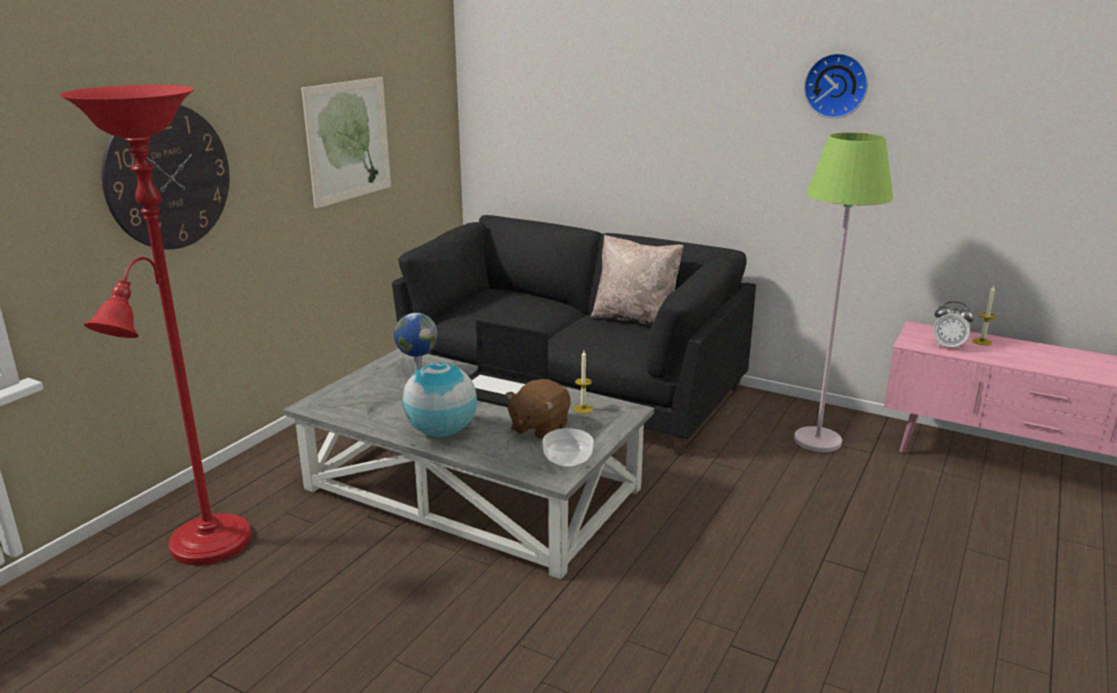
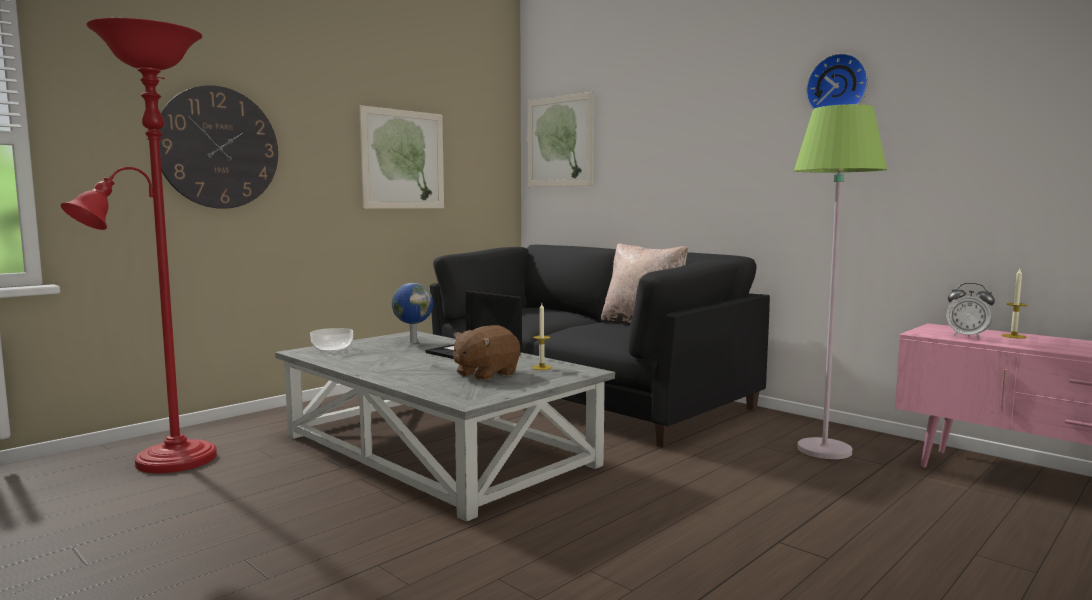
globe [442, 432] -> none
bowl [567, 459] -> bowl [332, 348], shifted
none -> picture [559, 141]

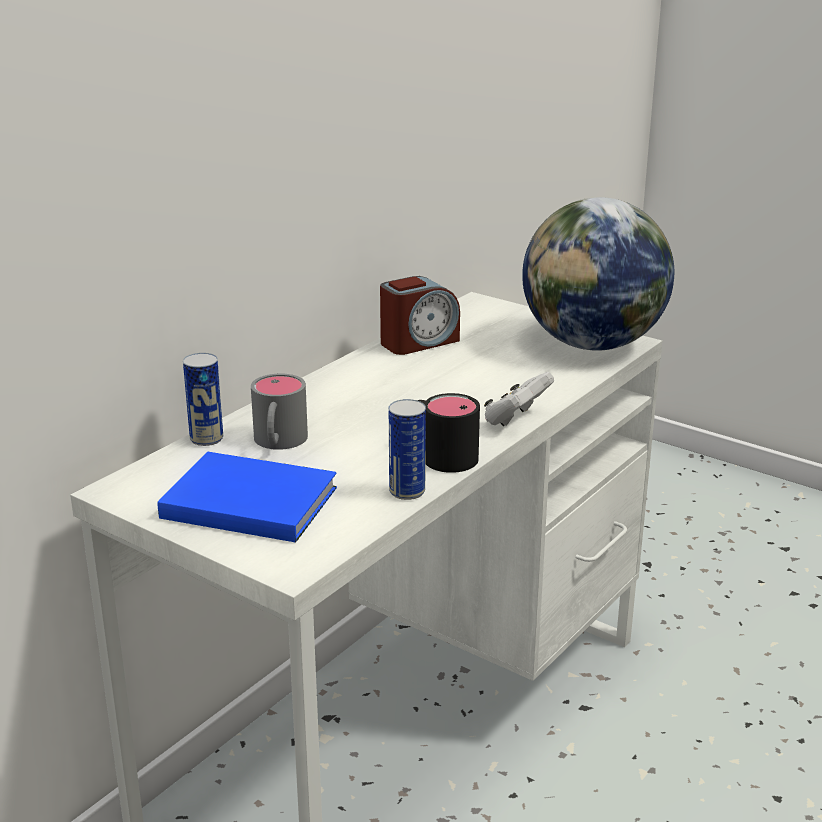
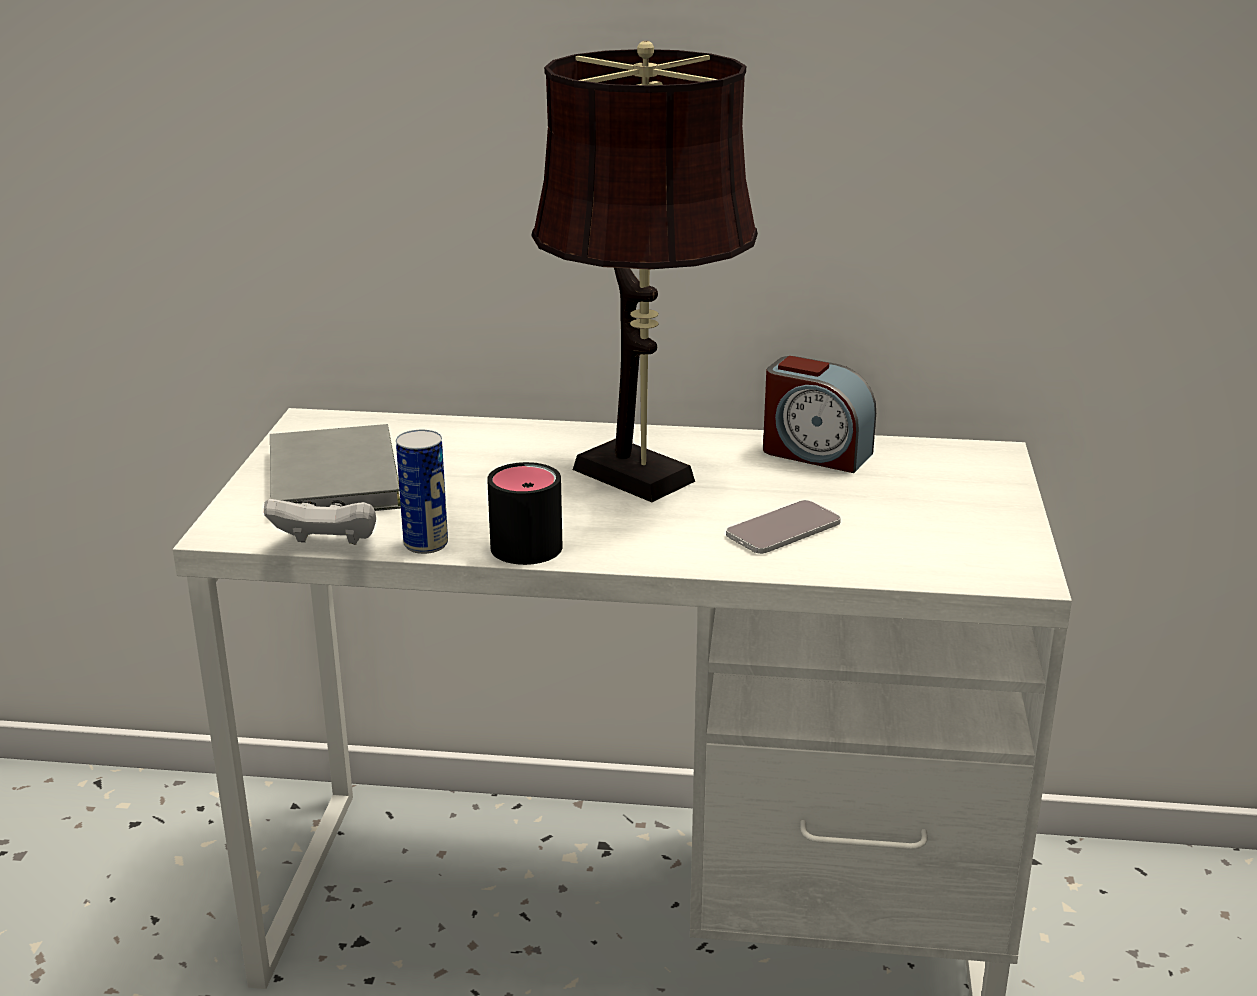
globe [592, 344] -> none
can [206, 439] -> none
game controller/white [516, 419] -> game controller/white [327, 545], shifted
mug/grey [278, 443] -> none
book/blue [246, 501] -> book/grey [336, 477]
none -> table lamp/brown [642, 479]
none -> phone [783, 529]

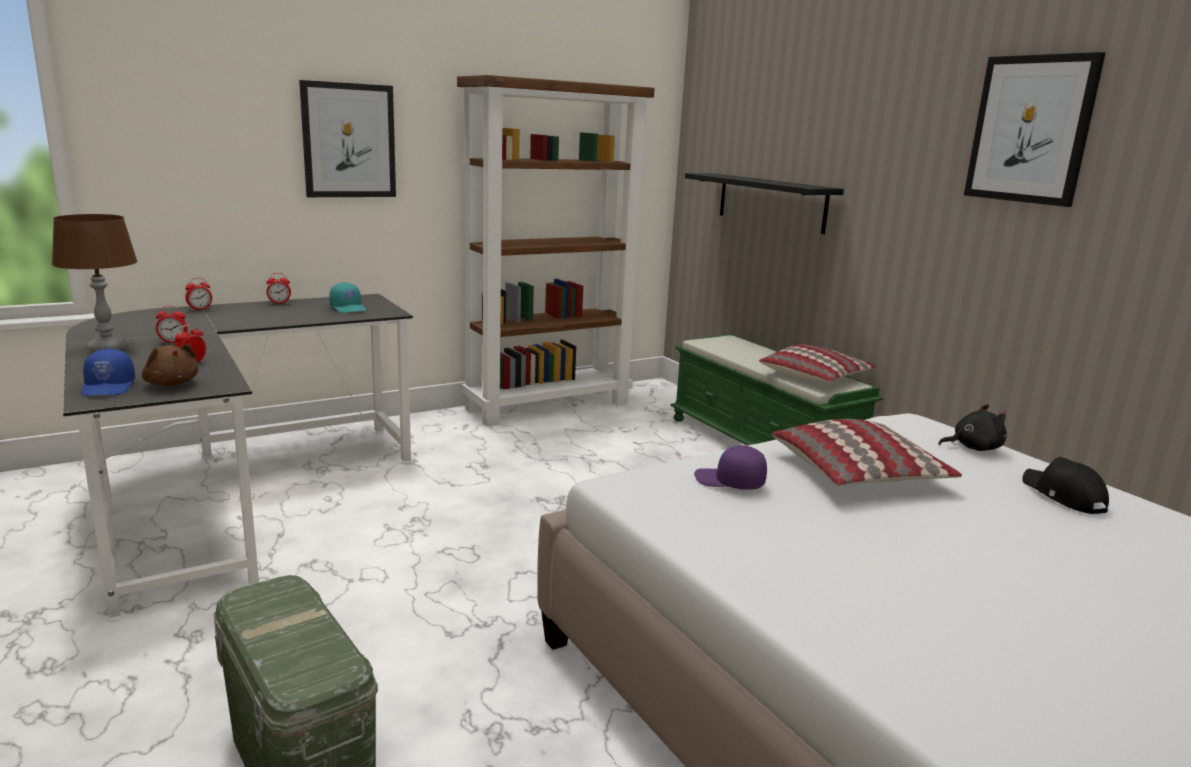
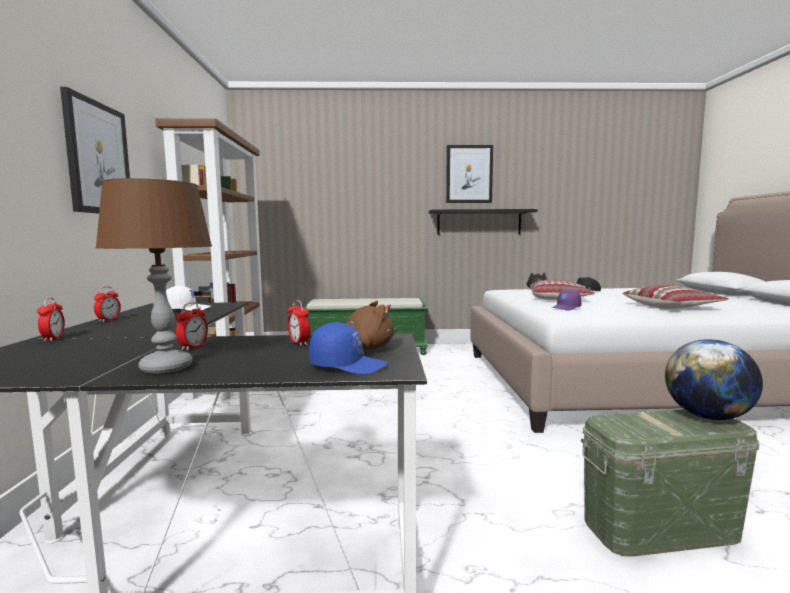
shelf/black [771, 202] -> shelf/black [479, 222], shifted
cap/turquoise [349, 308] -> cap/white [187, 309]
pillow [816, 377] -> pillow [671, 306], shifted
none -> globe [707, 417]

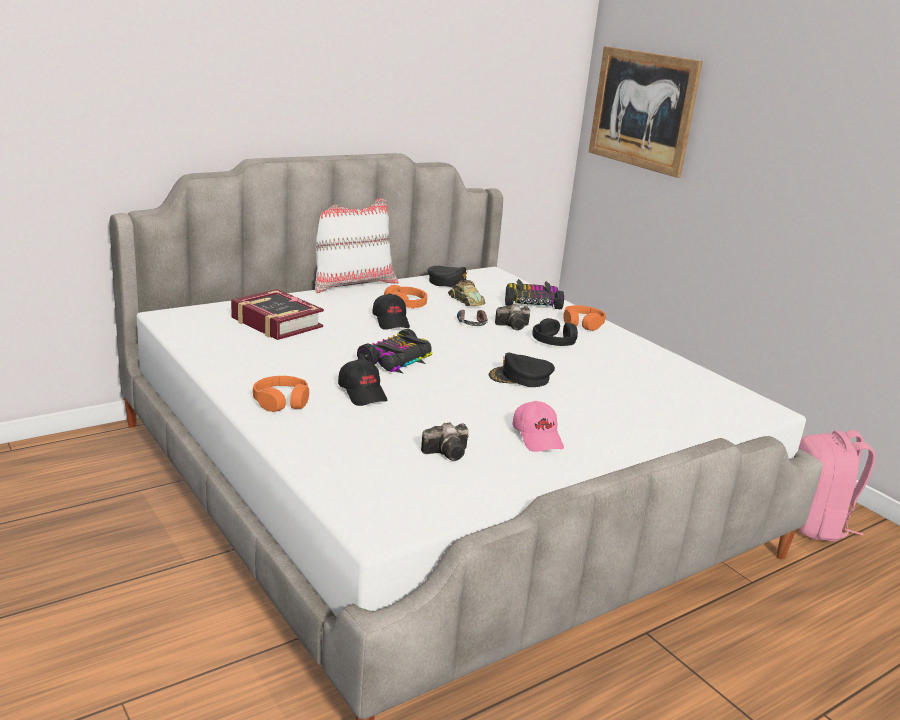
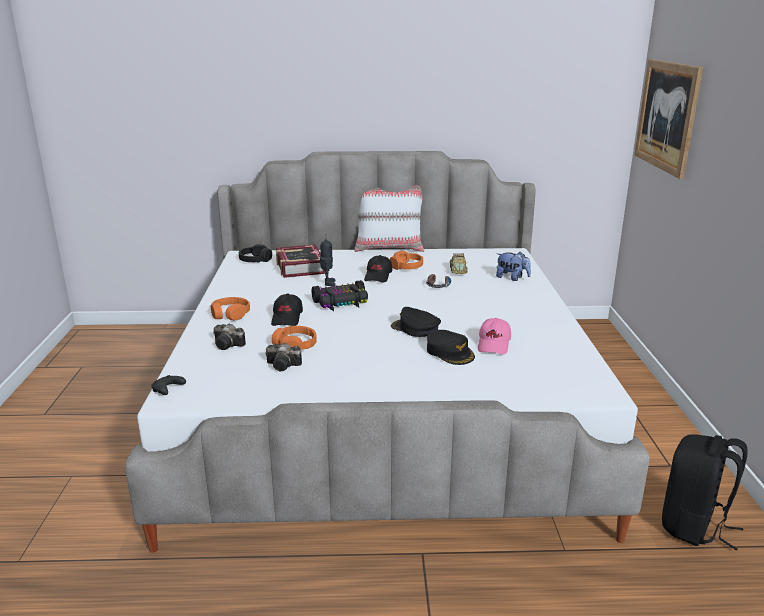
cap/black [450, 283] -> cap/black [450, 352], shifted
toy car [532, 303] -> plush toy [512, 278]
photo camera [514, 326] -> photo camera [229, 345], shifted
headphones/orange [582, 324] -> headphones/orange [295, 345], shifted
headphones/black [554, 341] -> headphones/black [255, 260], shifted
cap/pink [538, 437] -> cap/pink [494, 344], shifted
backpack/pink [815, 525] -> backpack/black [694, 526]
none -> toy robot [328, 283]
none -> game controller/black [167, 390]

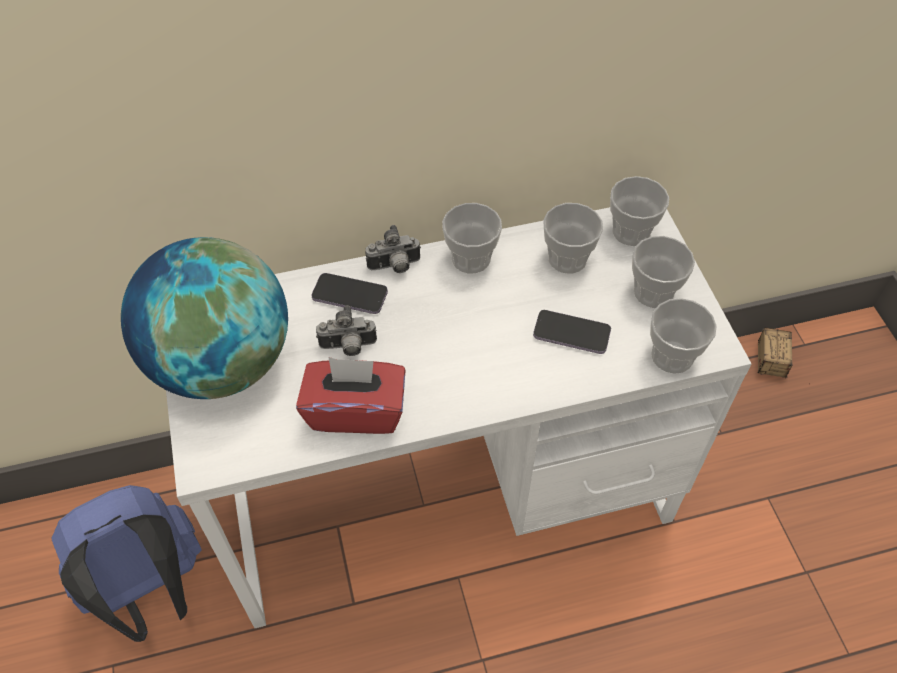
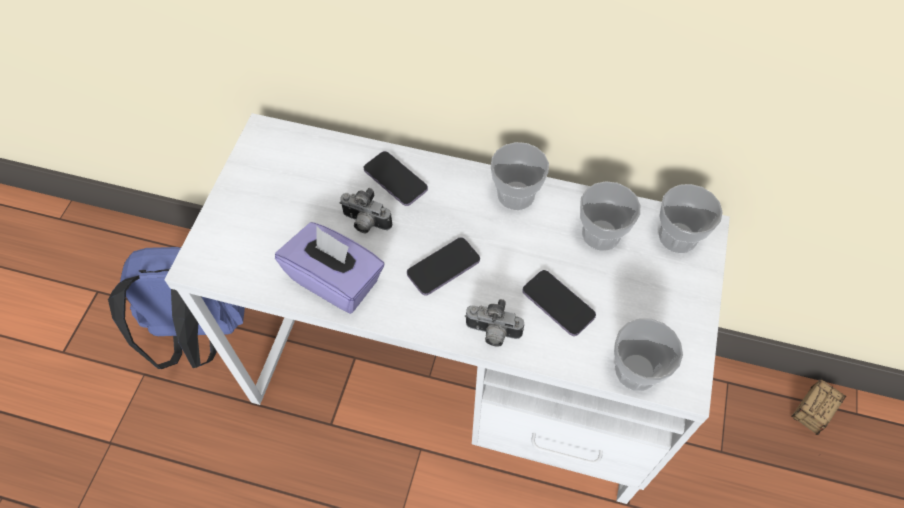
photo camera [395, 267] -> photo camera [492, 334], shifted
cup [653, 292] -> none
globe [222, 362] -> none
tissue box/red [356, 411] -> tissue box/purple [336, 280]
none -> phone [443, 267]

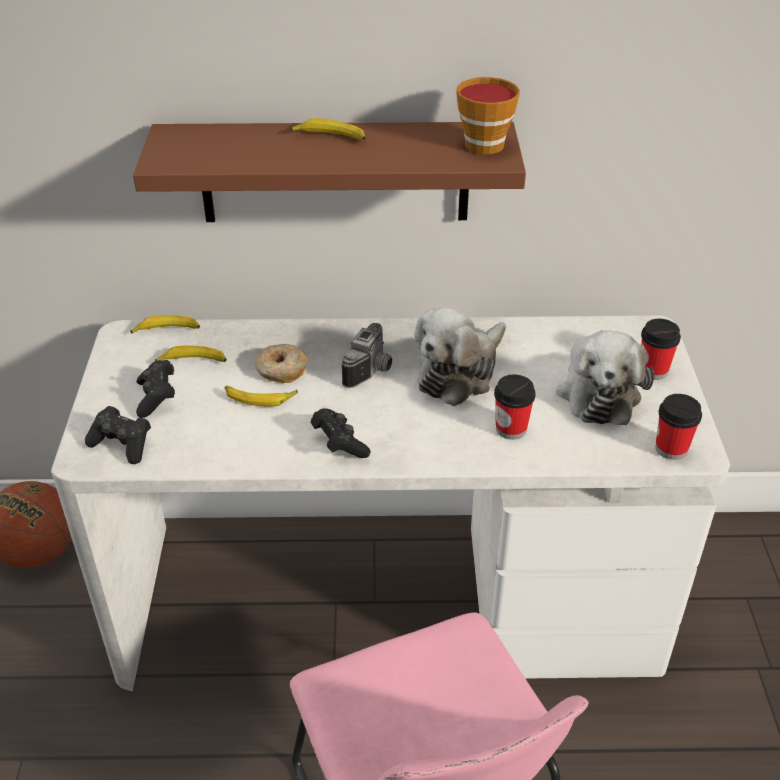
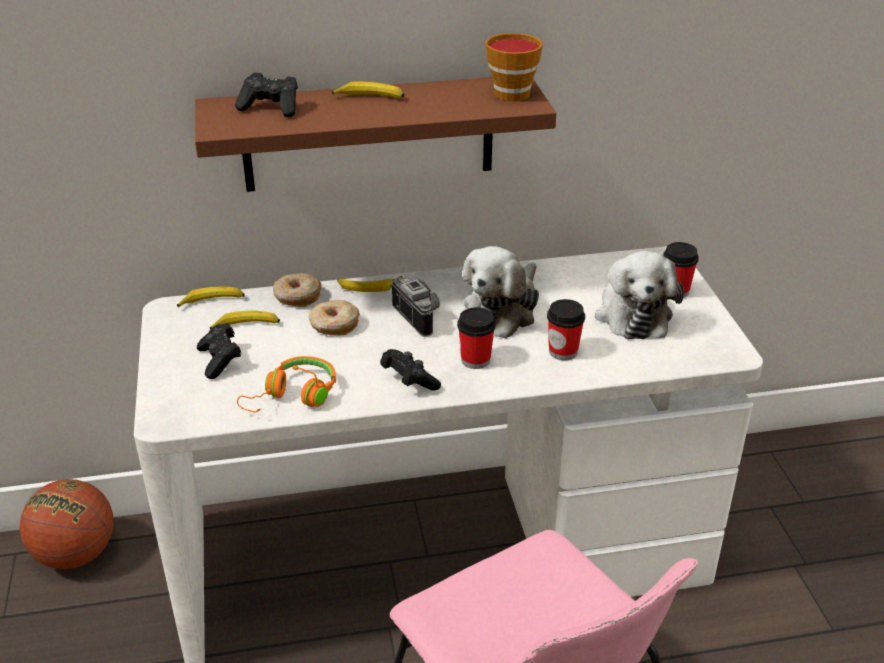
photo camera [372, 371] -> photo camera [421, 317], 45 degrees counterclockwise
banana [259, 398] -> banana [369, 287], shifted
cup [671, 448] -> cup [475, 360], shifted
game controller/black [122, 445] -> game controller/black [271, 108], shifted
none -> donut [297, 297]
none -> headphones/orange [293, 396]

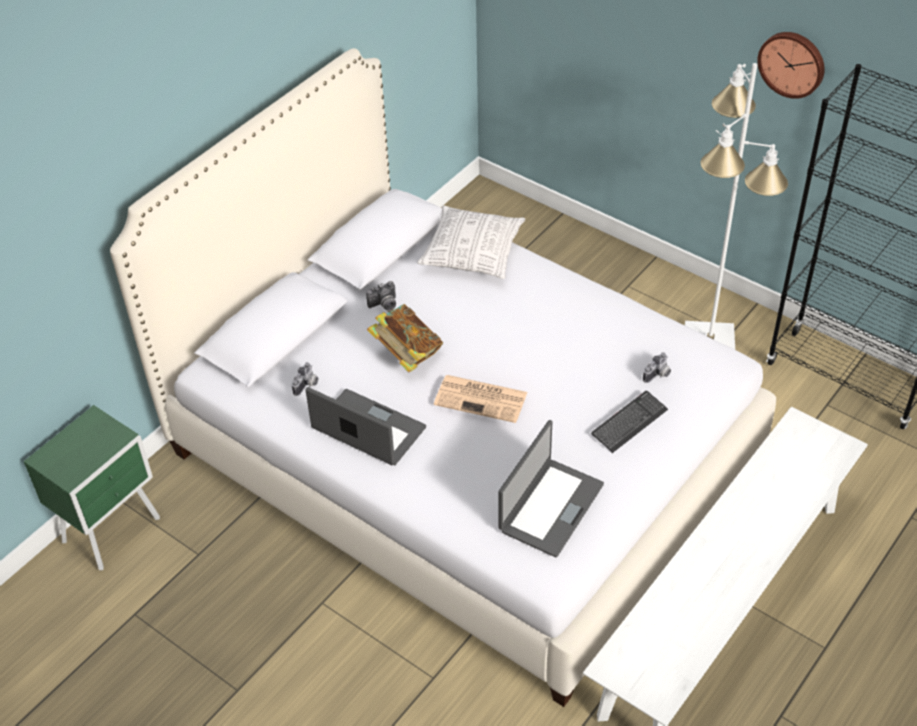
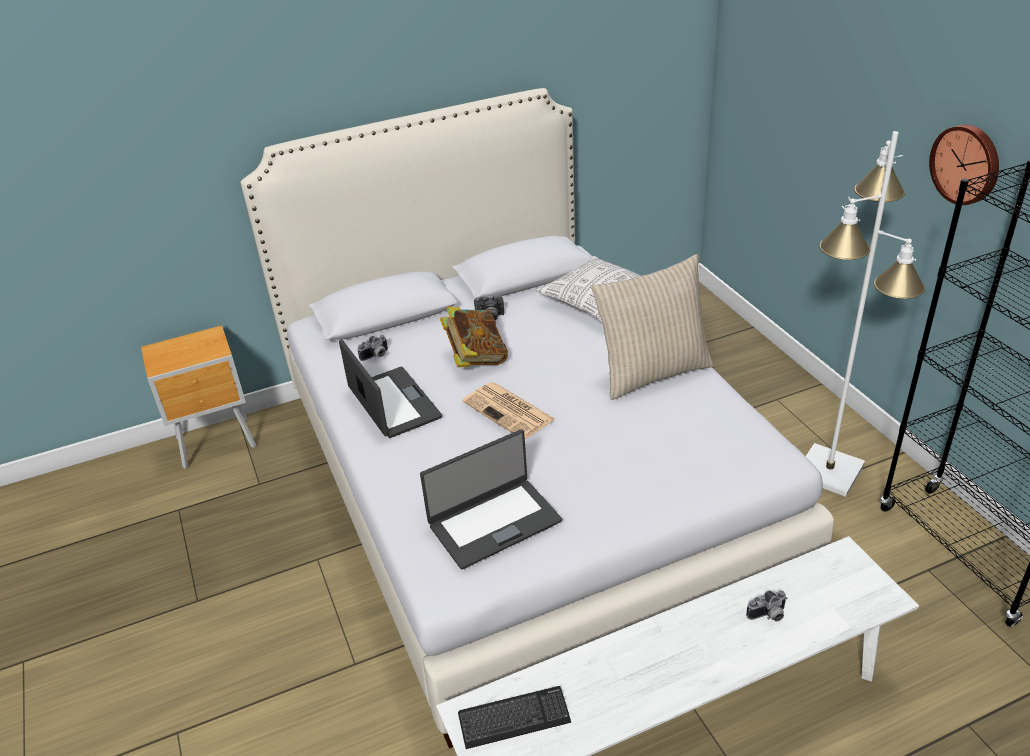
photo camera [658, 375] -> photo camera [768, 616], shifted
keyboard [629, 423] -> keyboard [514, 718], shifted
nightstand/green [114, 529] -> nightstand/brown [218, 443]
none -> pillow/beige [652, 372]

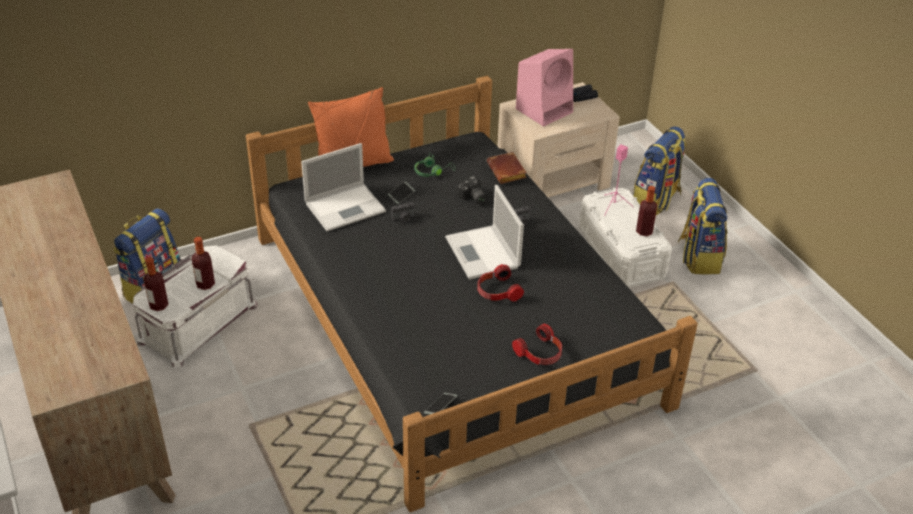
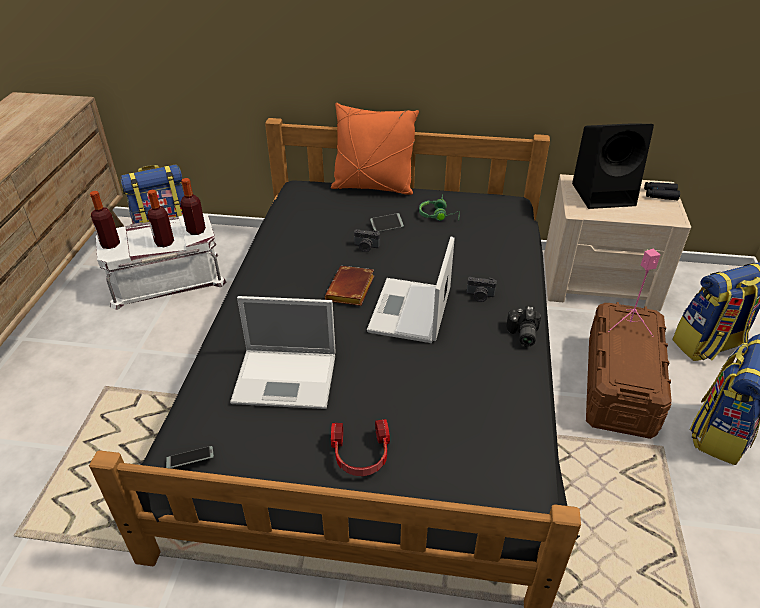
speaker/pink [545, 110] -> speaker/black [604, 194]
laptop [346, 207] -> laptop [287, 378], shifted
book/brown [508, 172] -> book/brown [351, 291], shifted
photo camera [472, 198] -> photo camera [522, 334], shifted
bottle [644, 231] -> bottle [196, 230], shifted
storage box/white [621, 253] -> storage box/brown [620, 385]
headphones [497, 291] -> none

